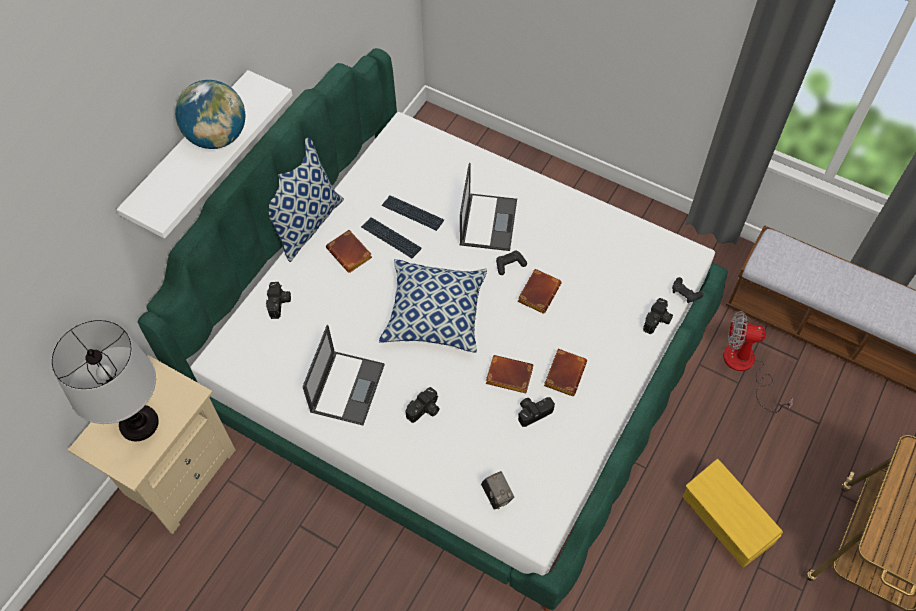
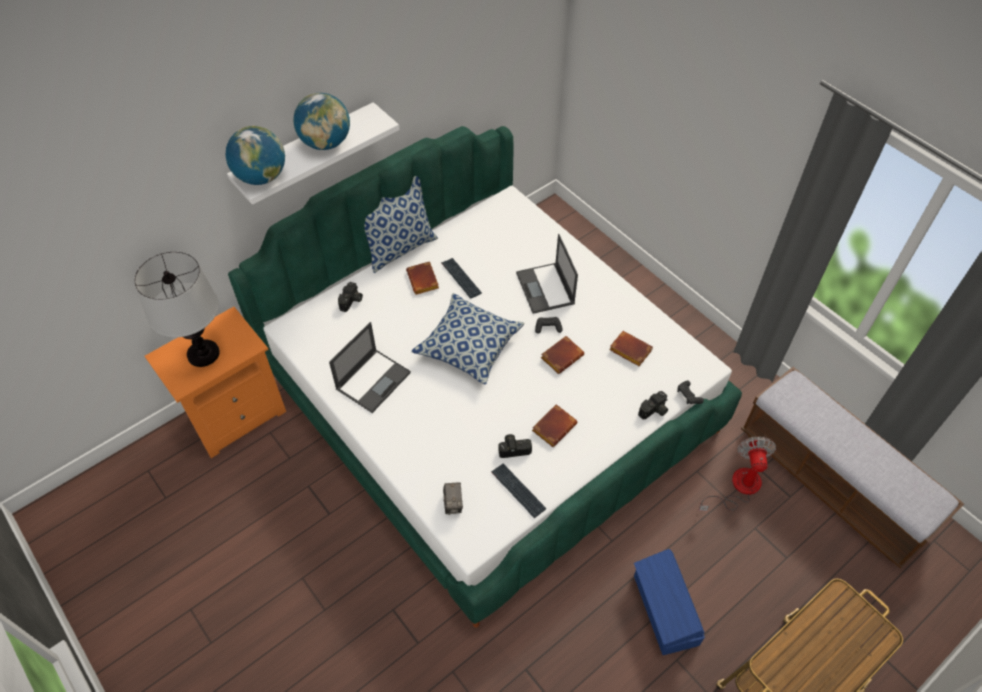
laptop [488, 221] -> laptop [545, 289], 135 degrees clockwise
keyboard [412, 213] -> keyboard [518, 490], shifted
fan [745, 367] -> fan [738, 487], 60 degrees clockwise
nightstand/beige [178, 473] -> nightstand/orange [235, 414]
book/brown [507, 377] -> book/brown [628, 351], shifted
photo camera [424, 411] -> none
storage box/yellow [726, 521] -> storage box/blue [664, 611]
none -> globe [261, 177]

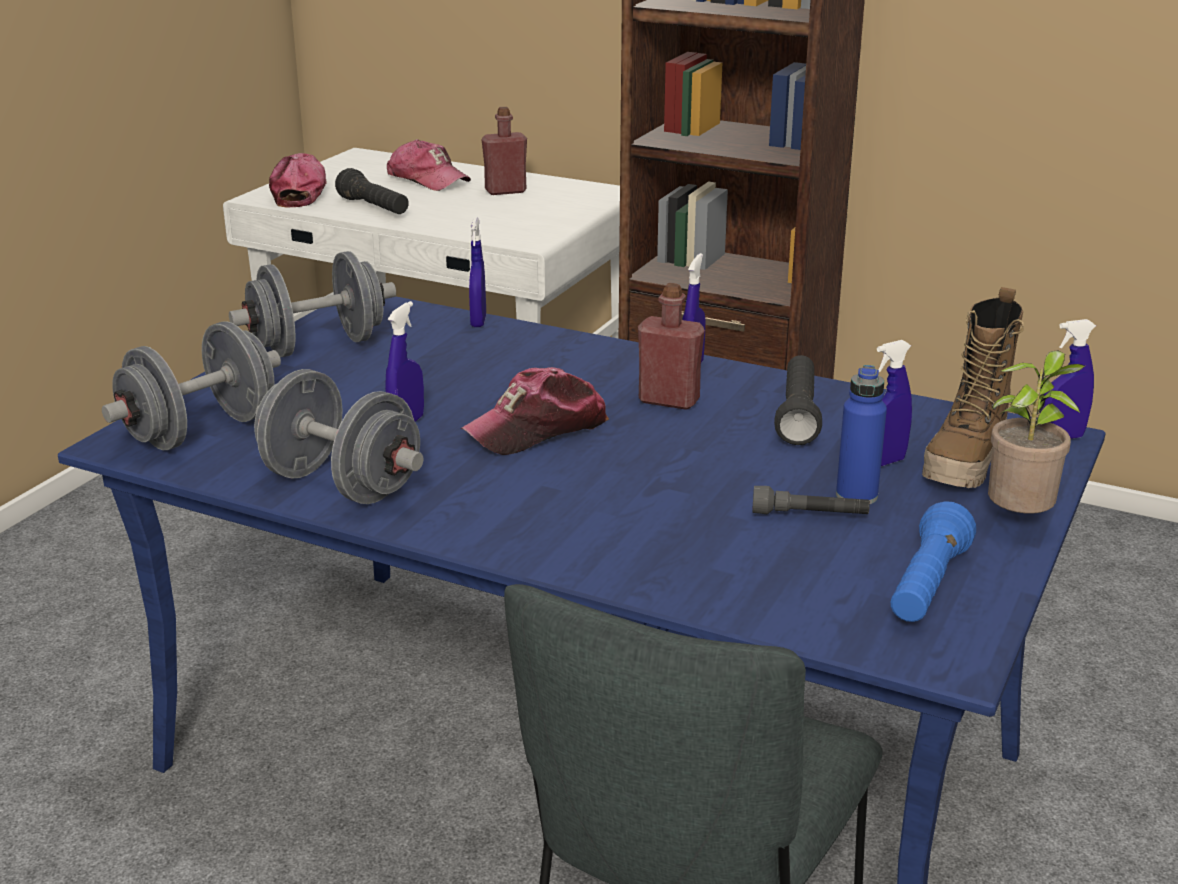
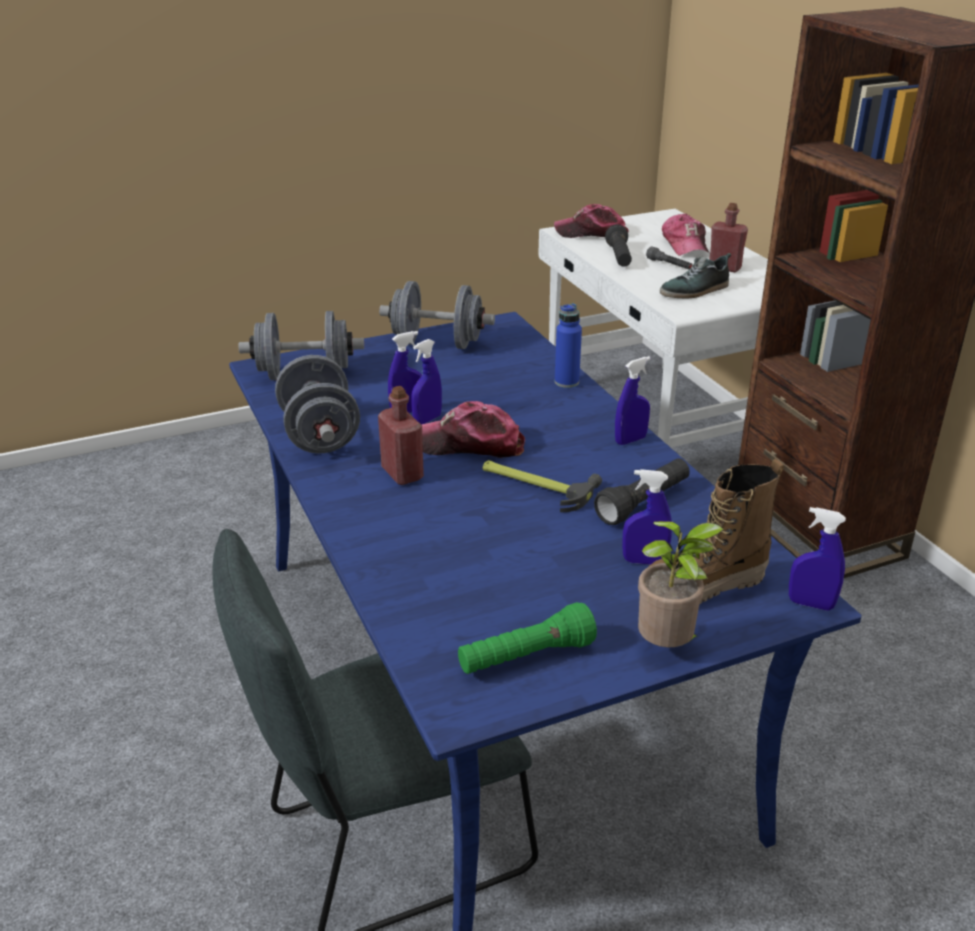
cap [300, 192] -> cap [591, 233], 120 degrees counterclockwise
spray bottle/blue [478, 321] -> spray bottle/blue [427, 420], shifted
bottle/red [669, 400] -> bottle/red [402, 473], shifted
bottle/blue [856, 496] -> bottle/blue [566, 382], shifted
flashlight/grey [809, 515] -> flashlight/grey [669, 265], shifted
flashlight/blue [927, 586] -> flashlight/green [526, 657]
none -> shoe [695, 290]
none -> hammer [535, 485]

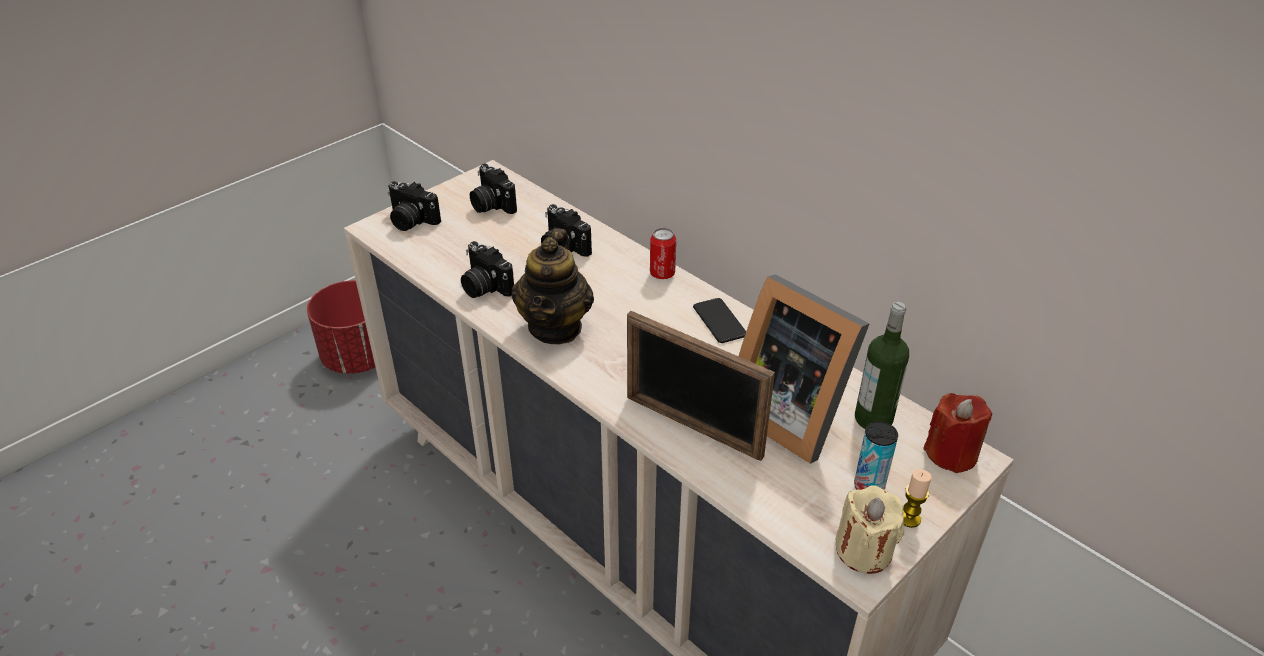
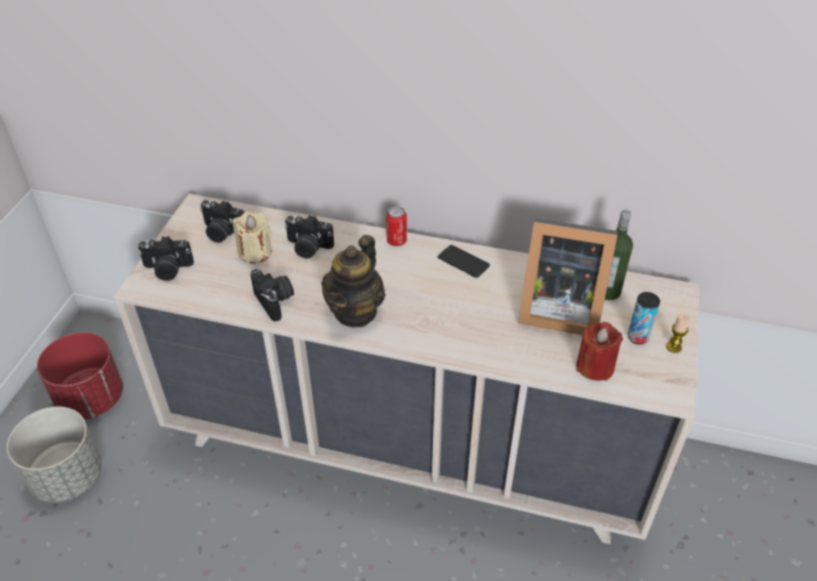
teapot [555, 327] -> teapot [355, 311], 45 degrees clockwise
photo camera [484, 287] -> photo camera [275, 301], 135 degrees counterclockwise
picture frame [692, 427] -> none
candle/red [951, 453] -> candle/red [595, 366], shifted
candle/beige [863, 551] -> candle/beige [255, 252], shifted
none -> planter/grey [68, 476]

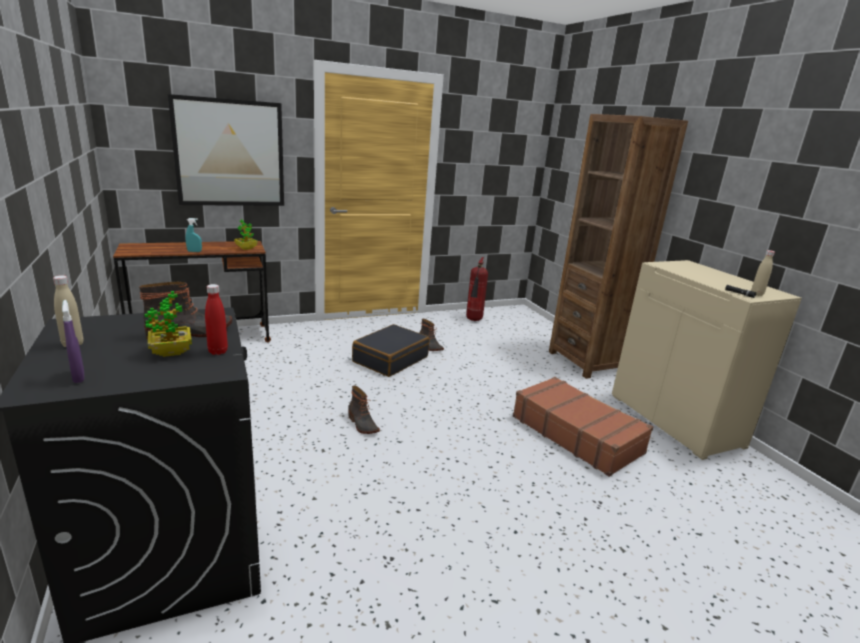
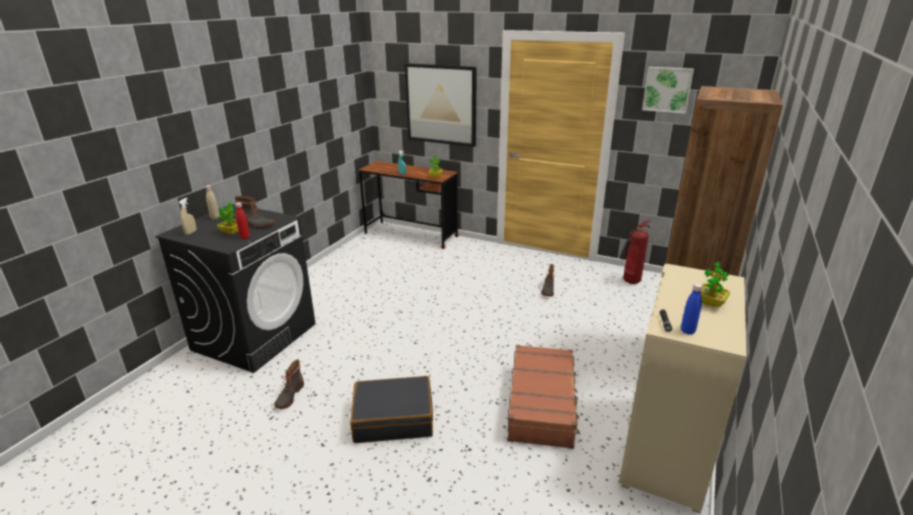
bottle/beige [756, 294] -> bottle/blue [687, 331]
spray bottle/purple [78, 377] -> spray bottle/beige [191, 232]
suitcase/black [390, 359] -> suitcase/black [393, 418], shifted
boot [362, 424] -> boot [289, 396], shifted
none -> picture [667, 89]
none -> potted plant [710, 303]

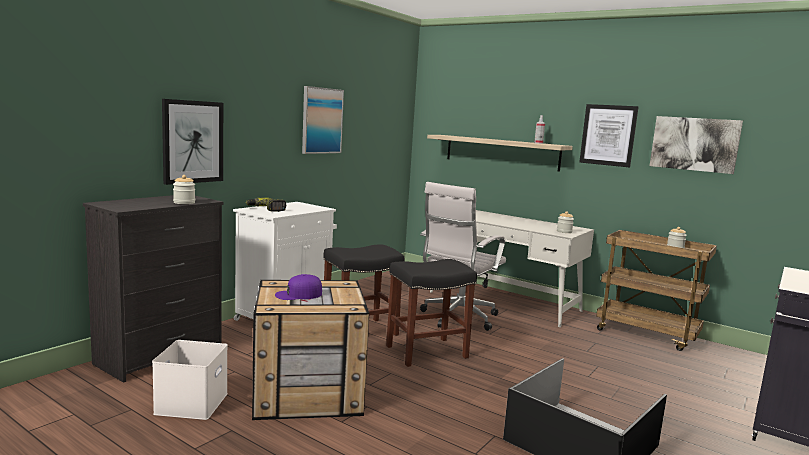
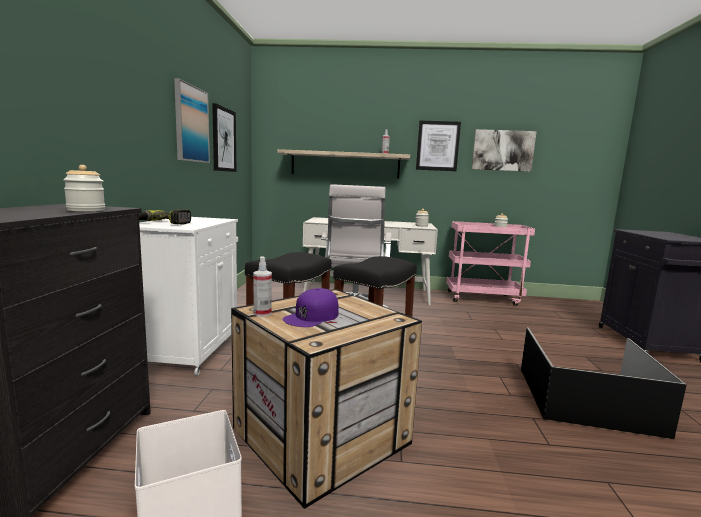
picture [193, 142] -> picture [223, 140], shifted
cart/brown [647, 334] -> cart/pink [483, 298]
none -> spray bottle [262, 313]

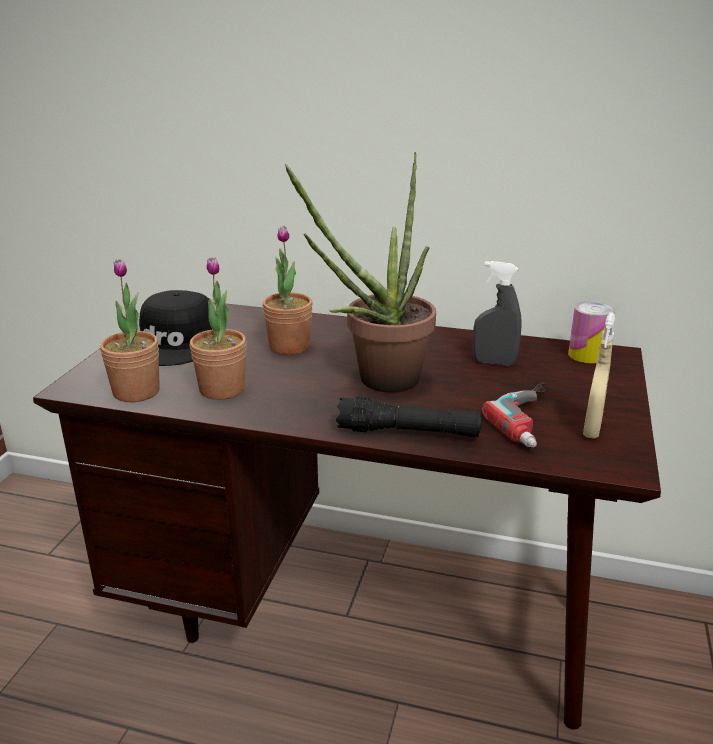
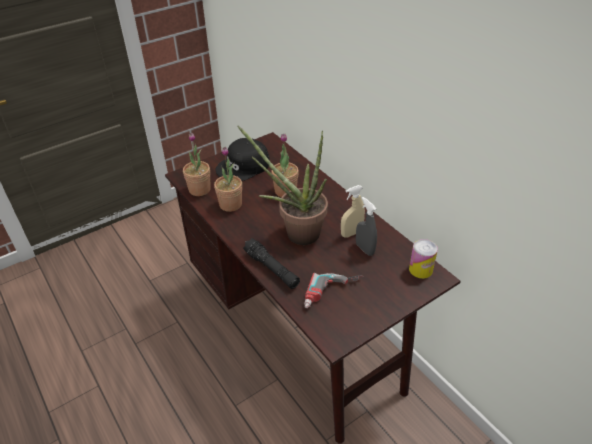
spray bottle/beige [592, 429] -> spray bottle/beige [351, 233], shifted

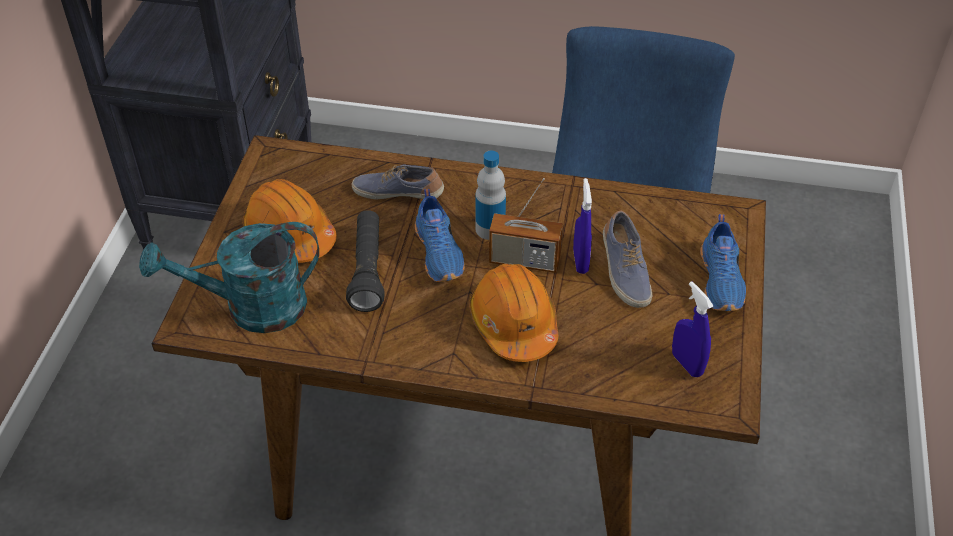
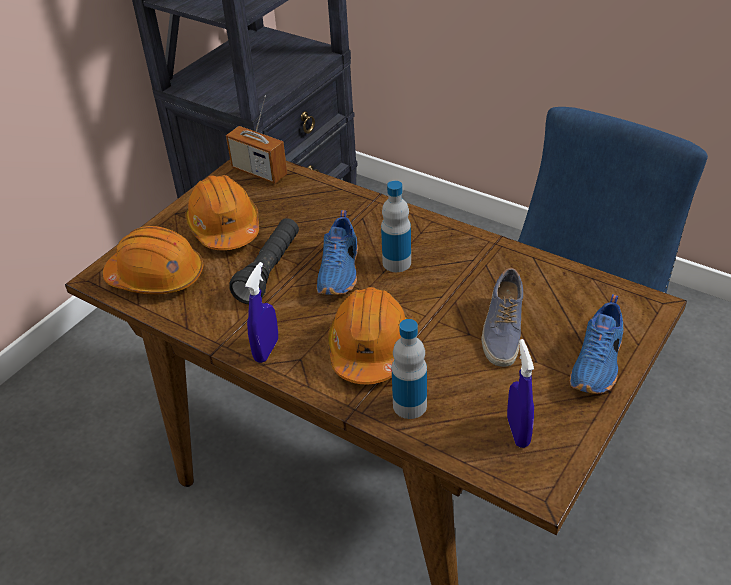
shoe [398, 193] -> none
radio [524, 260] -> radio [259, 172], shifted
spray bottle/blue [580, 261] -> spray bottle/blue [266, 350], shifted
watering can/turquoise [251, 308] -> hard hat/orange [157, 277]
none -> bottle [409, 405]

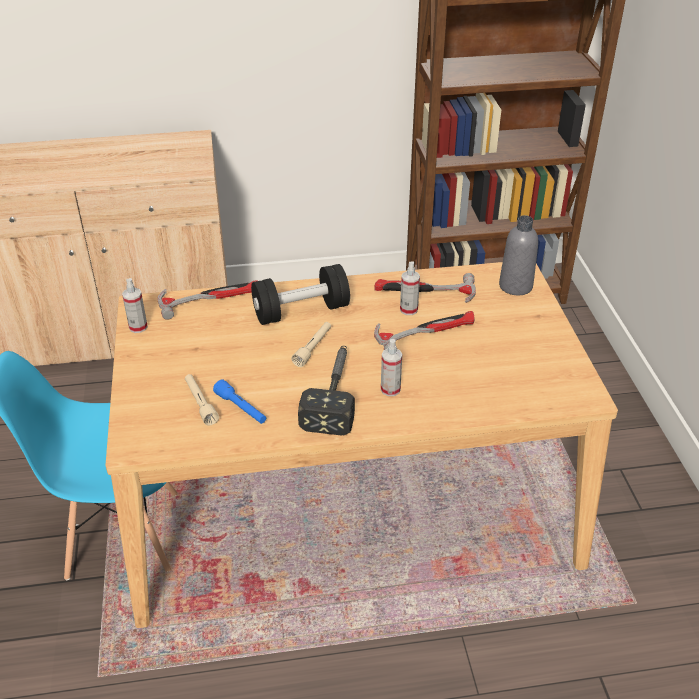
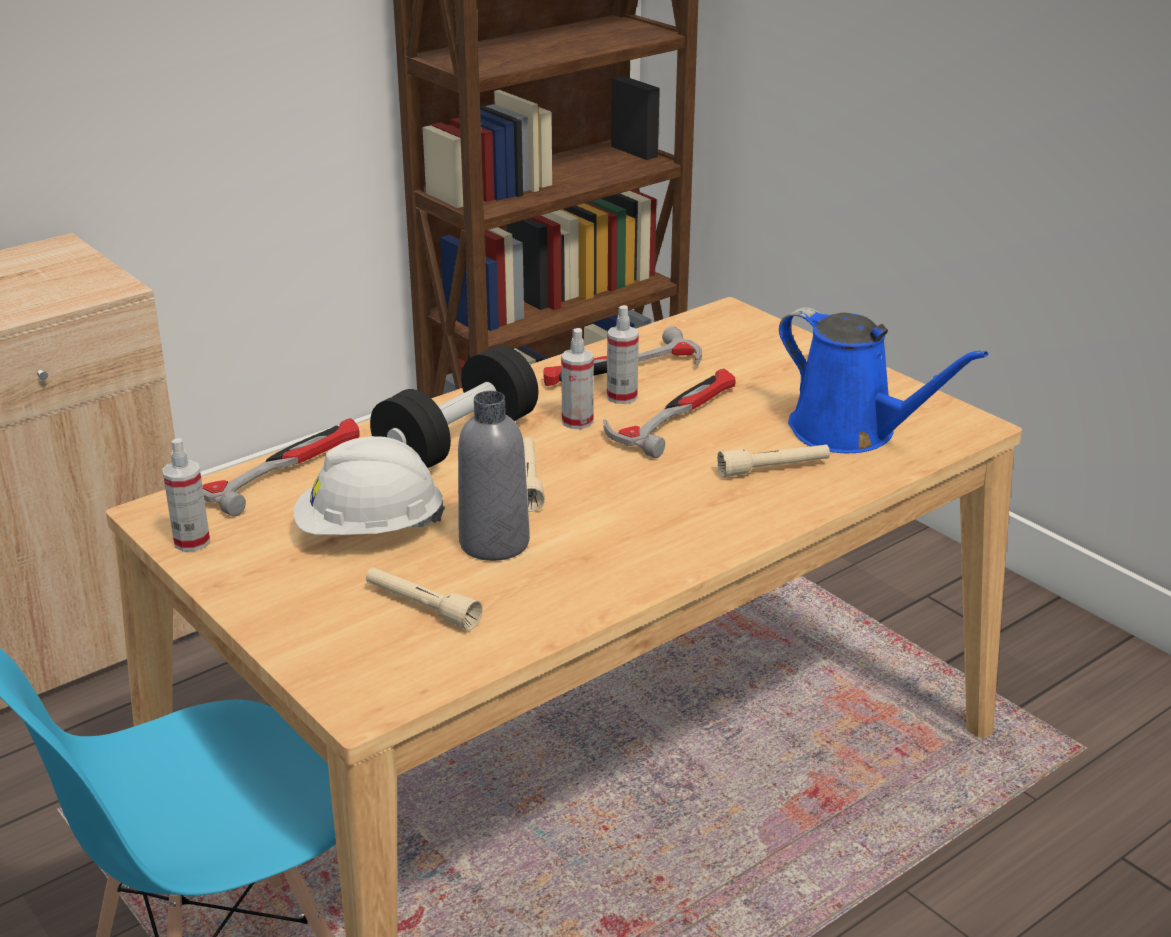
bottle/grey [515, 286] -> bottle/grey [494, 543], shifted
spray bottle [390, 389] -> spray bottle [577, 421], shifted
hammer [334, 394] -> none
flashlight/blue [241, 408] -> none
none -> watering can/blue [851, 432]
none -> hard hat/white [370, 531]
none -> flashlight/beige [773, 469]

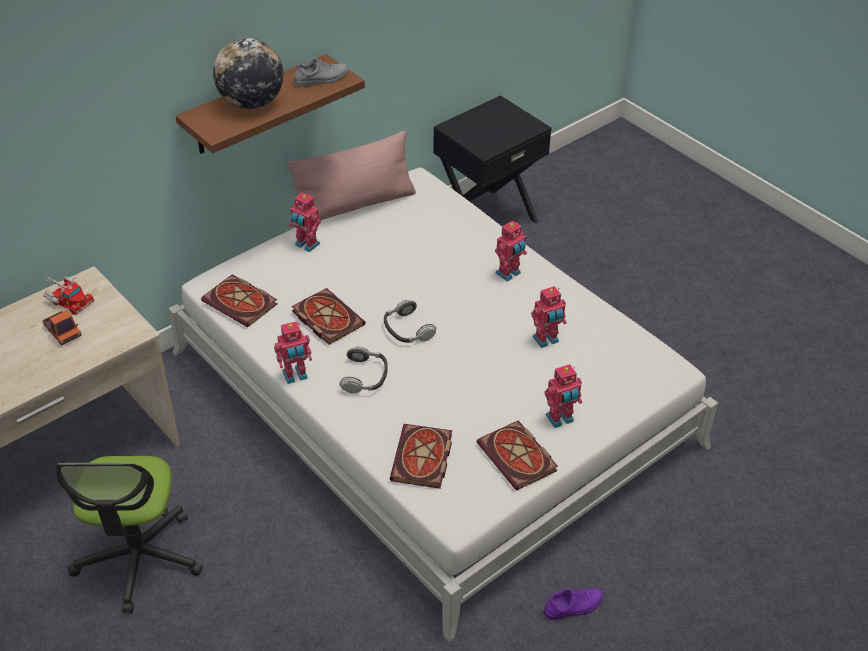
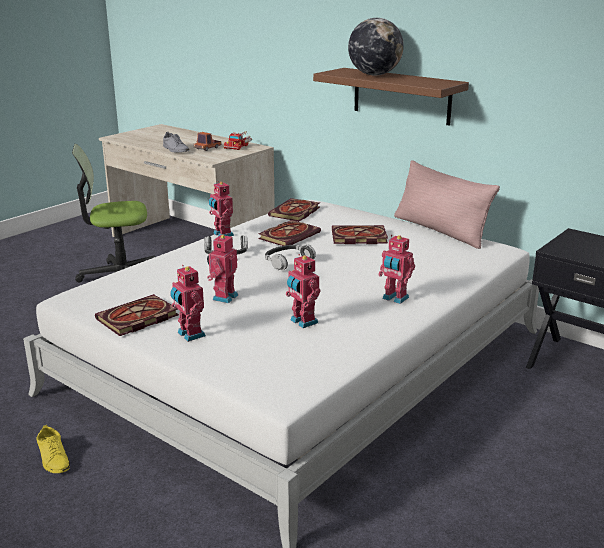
shoe/grey [321, 79] -> shoe/grey [175, 149], shifted
toy robot [306, 245] -> toy robot [223, 297], shifted
book [423, 460] -> book [357, 237], shifted
shoe/purple [573, 606] -> shoe/yellow [53, 458]

